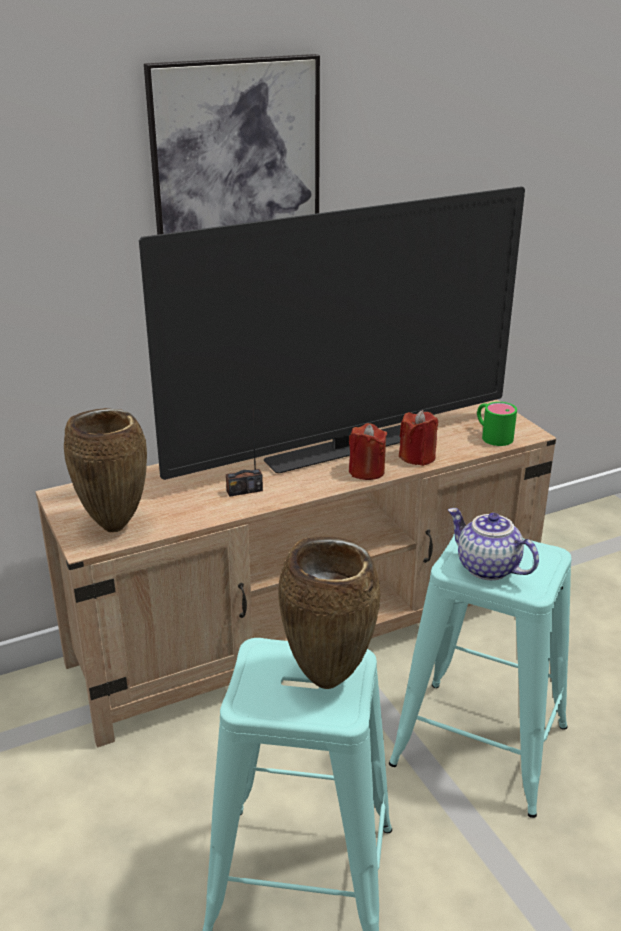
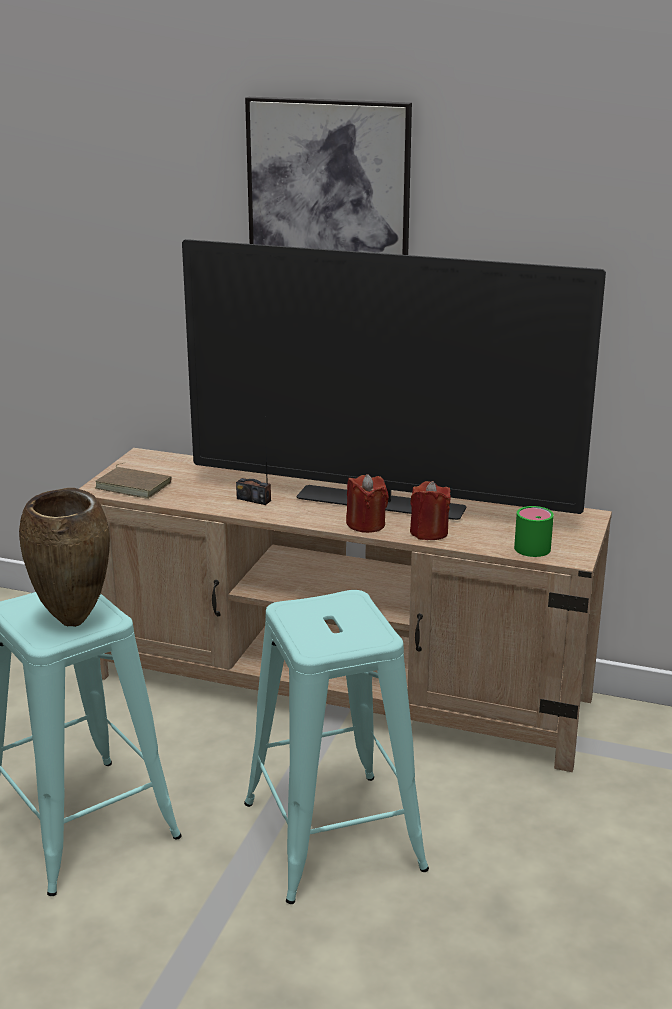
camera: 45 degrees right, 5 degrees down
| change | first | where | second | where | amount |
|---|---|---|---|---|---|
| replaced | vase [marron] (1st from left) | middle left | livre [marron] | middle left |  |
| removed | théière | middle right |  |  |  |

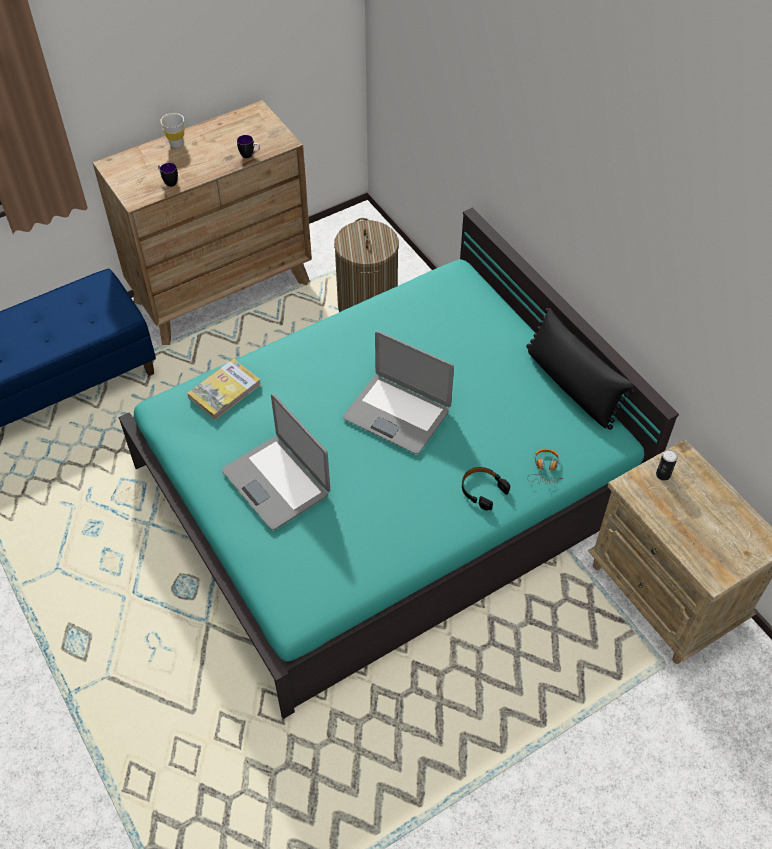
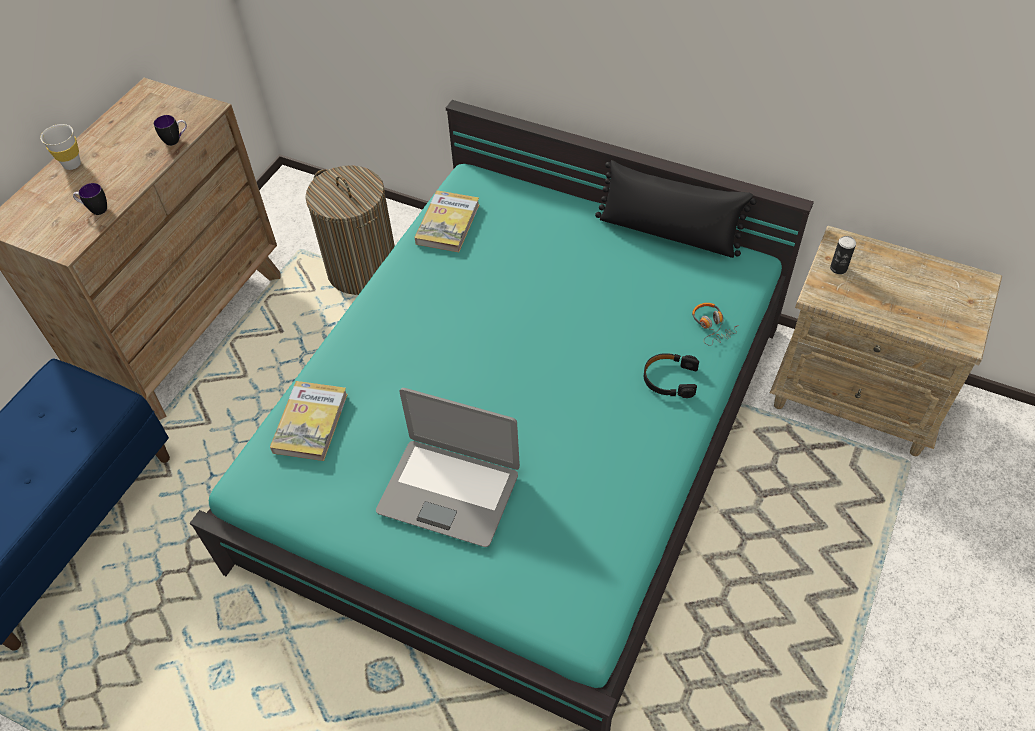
camera: 30 degrees left, 0 degrees up
| change | first | where | second | where | amount |
|---|---|---|---|---|---|
| removed | ordinateur portable (2nd from left) | centre |  |  |  |
| added |  |  | livre (2nd from left) | top centre |  |

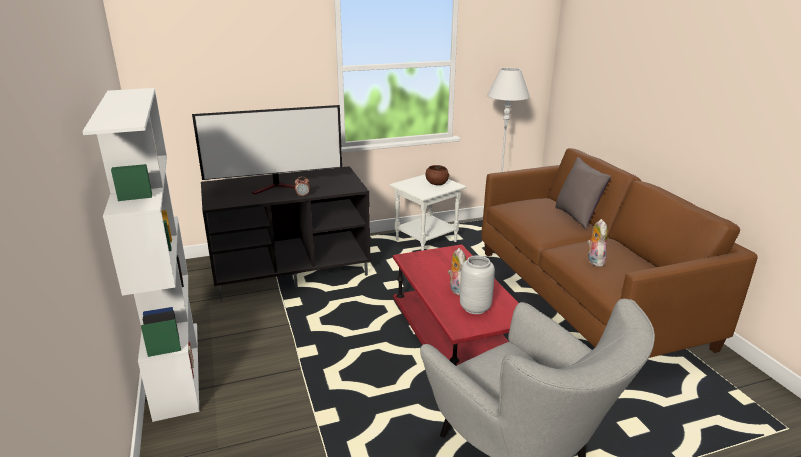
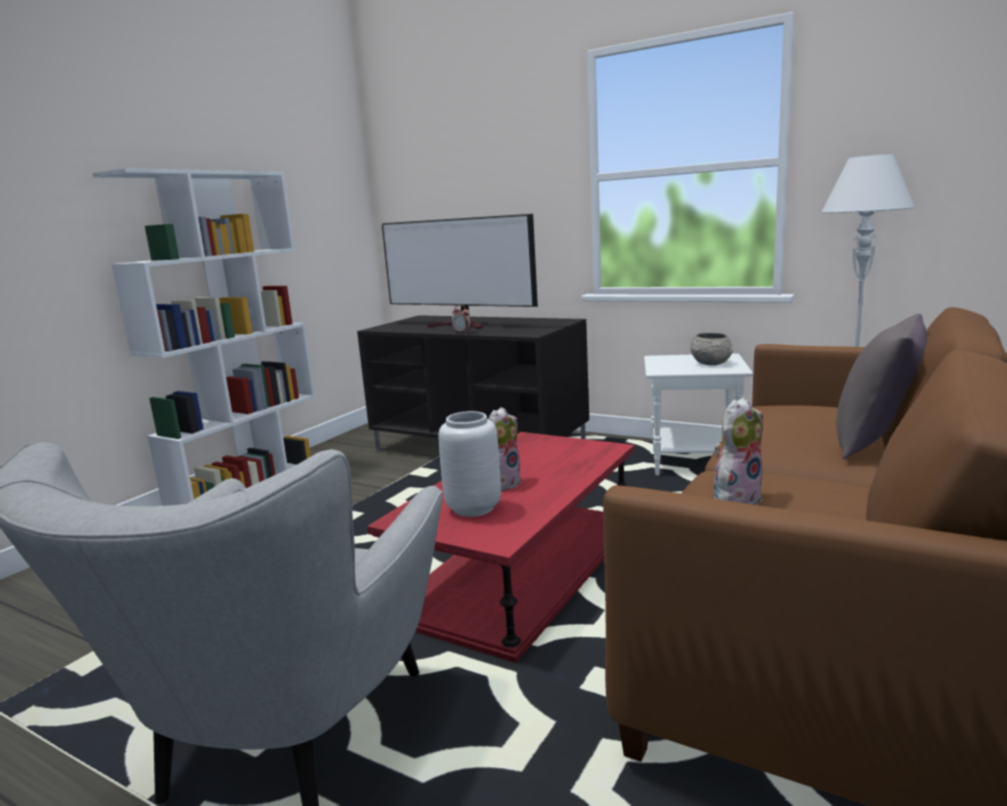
camera: 50 degrees right, 10 degrees down
| change | first | where | second | where | amount |
|---|---|---|---|---|---|
| recoloured | bol [marron] | centre | bol [gris] | middle right |  |

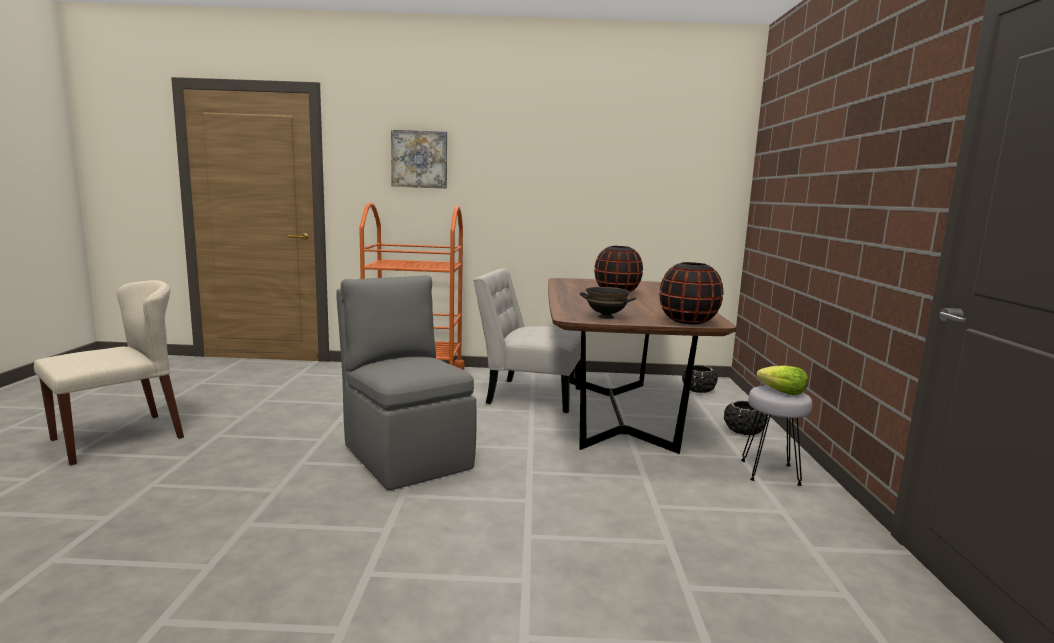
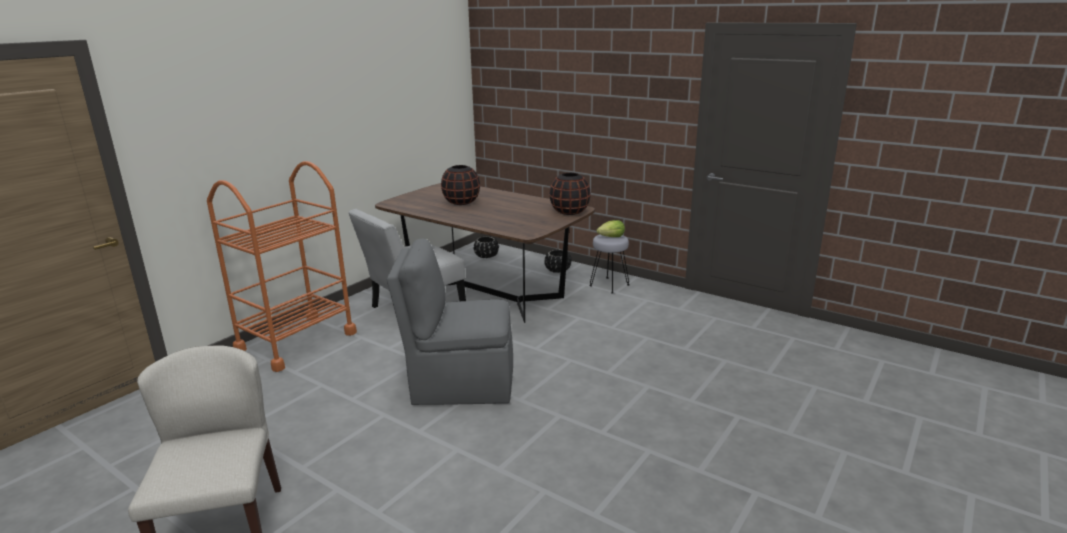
camera: 55 degrees left, 10 degrees up
| change | first | where | second | where | amount |
|---|---|---|---|---|---|
| removed | tableau | top centre |  |  |  |
| removed | bol [noir] | centre |  |  |  |

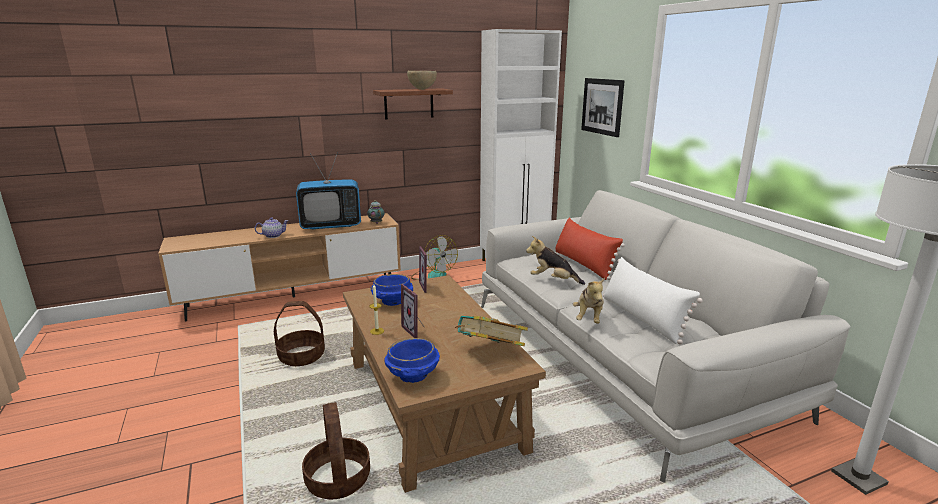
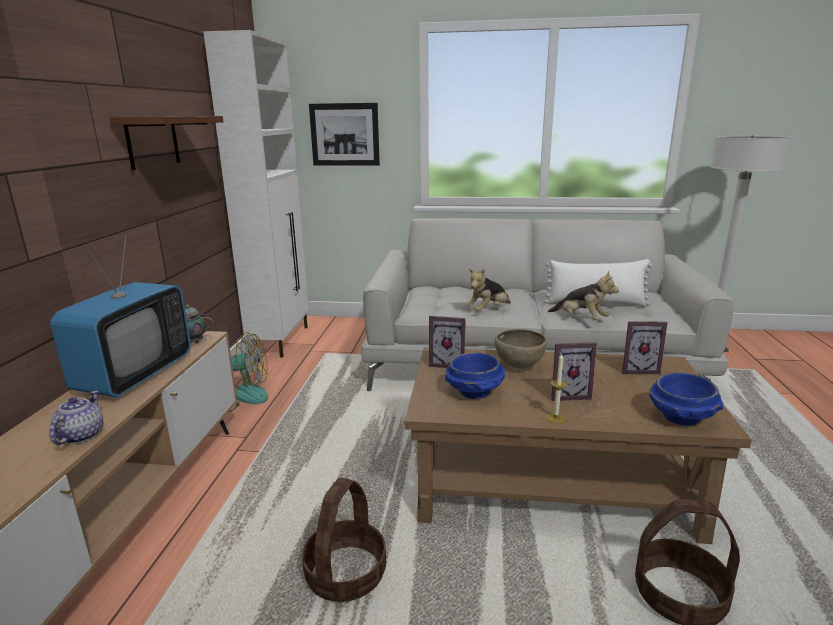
camera: 60 degrees left, 0 degrees up
| change | first | where | second | where | amount |
|---|---|---|---|---|---|
| moved | bol [marron] | top centre |  | centre |  |
| removed | coussin [rouge] | centre |  |  |  |
| replaced | livre | centre | cadre photo (3rd from left) | middle right |  |

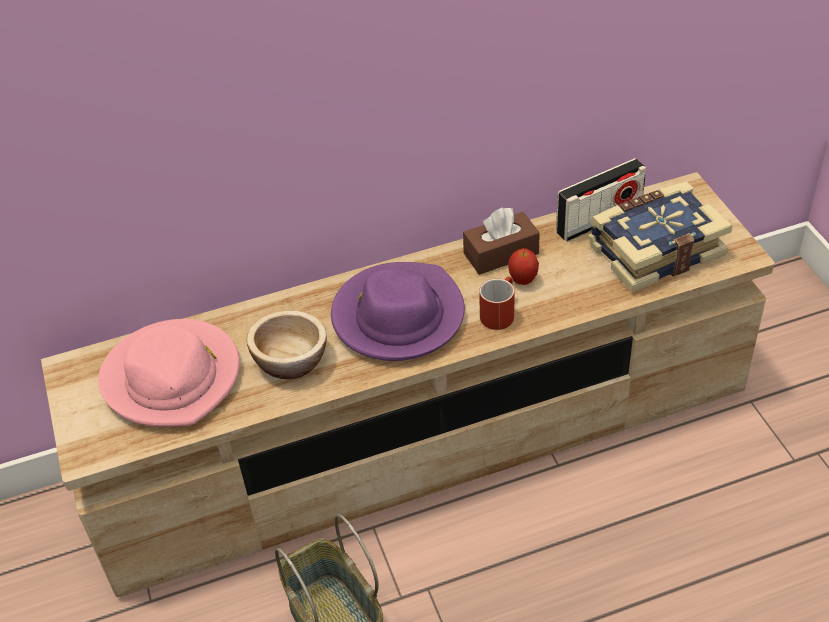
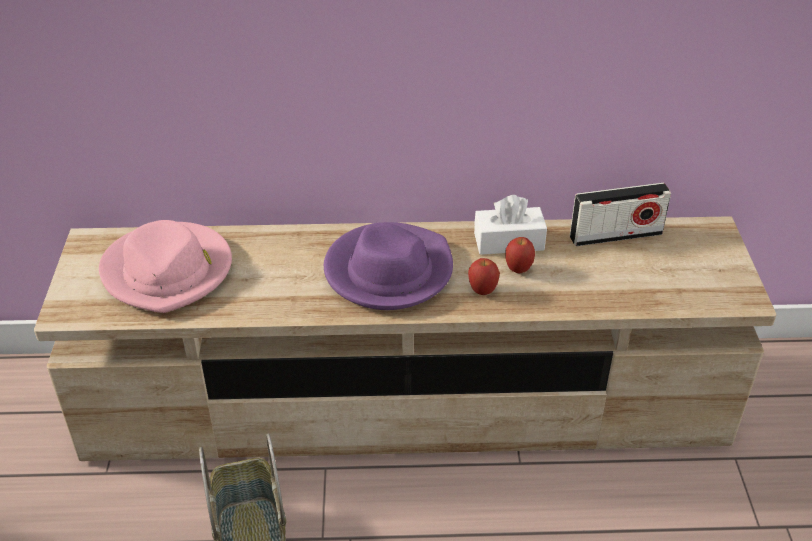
camera: 15 degrees right, 5 degrees down
| change | first | where | second | where | amount |
|---|---|---|---|---|---|
| removed | livre | middle right |  |  |  |
| recoloured | boîte à mouchoirs [marron] | centre | boîte à mouchoirs [blanc] | centre |  |
| replaced | mug [rouge] | centre | pomme (1st from left) | centre |  |
| removed | bol | centre |  |  |  |

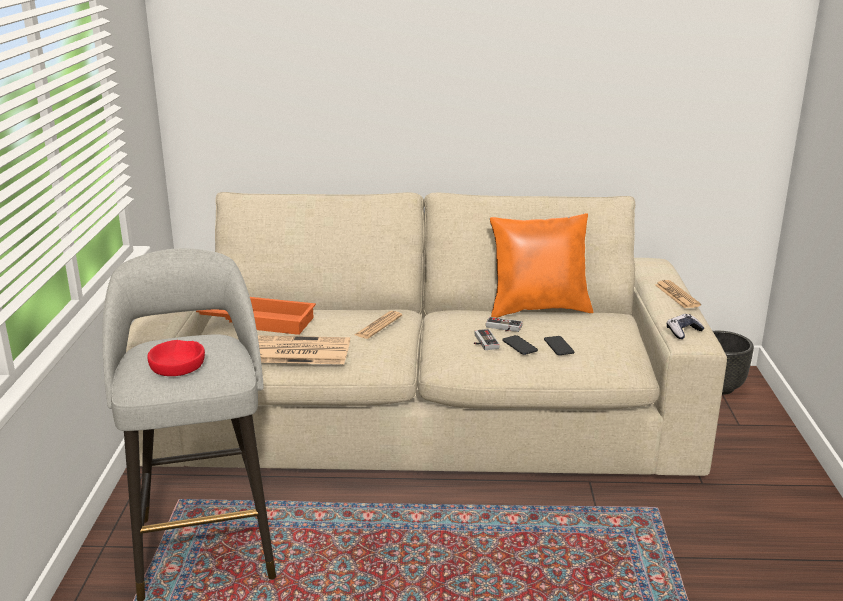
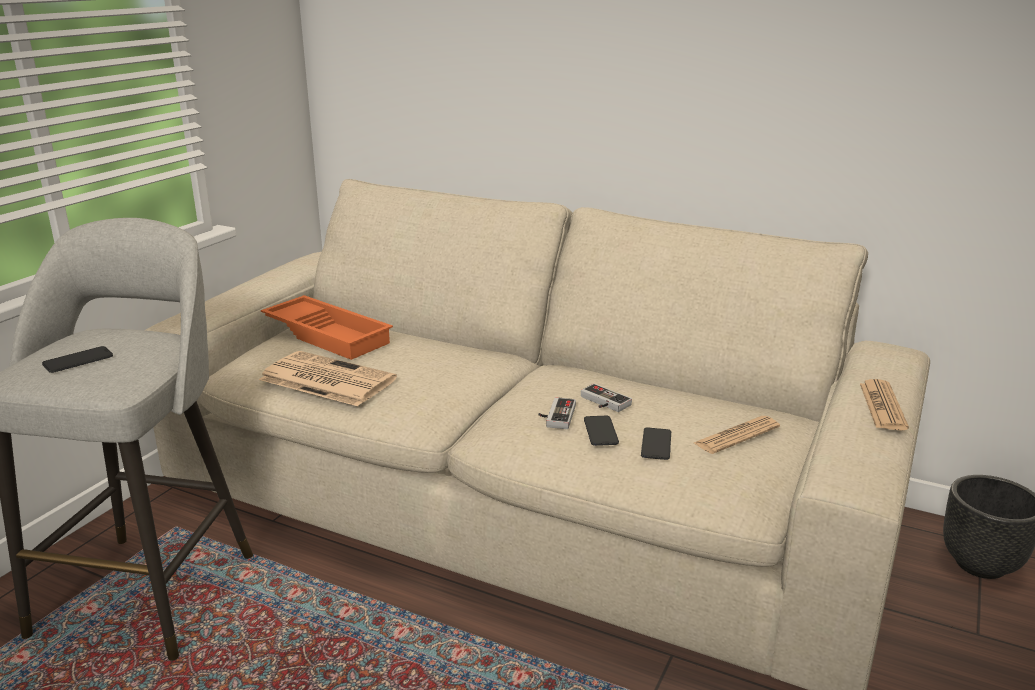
camera: 25 degrees right, 0 degrees up
| change | first | where | second | where | amount |
|---|---|---|---|---|---|
| removed | coussin [orange] | centre |  |  |  |
| moved | journal (2nd from left) | centre |  | middle right |  |
| removed | manette (3rd from left) | middle right |  |  |  |
| replaced | bol [rouge] | middle left | téléphone (1st from left) | middle left |  |

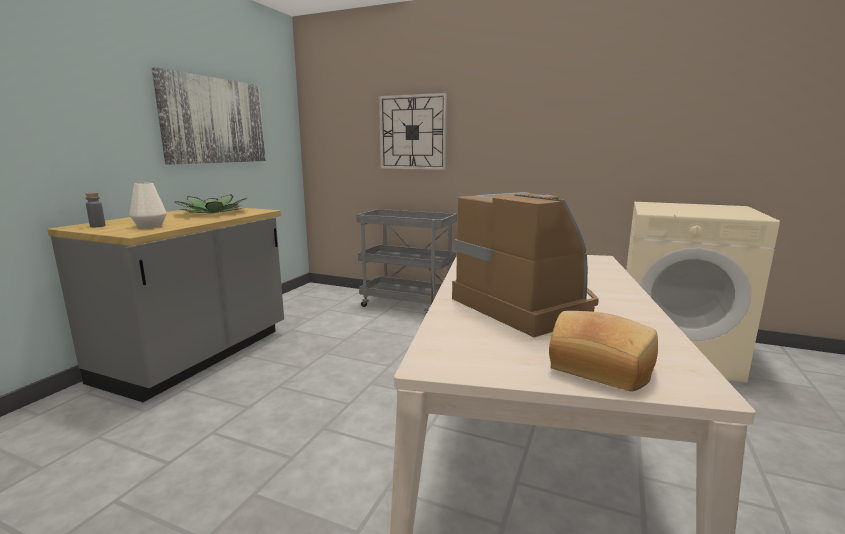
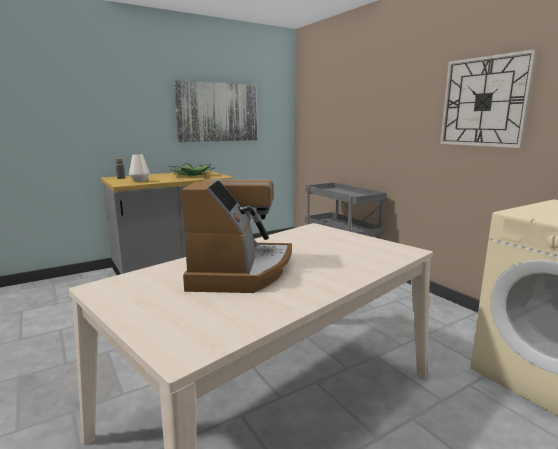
camera: 35 degrees right, 0 degrees up
| change | first | where | second | where | amount |
|---|---|---|---|---|---|
| moved | horloge murale | top centre |  | top right |  |
| removed | pain | middle right |  |  |  |

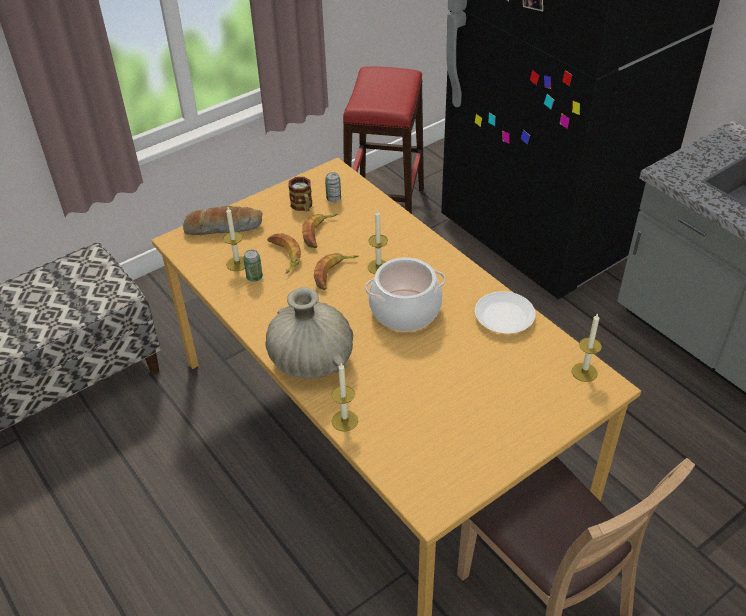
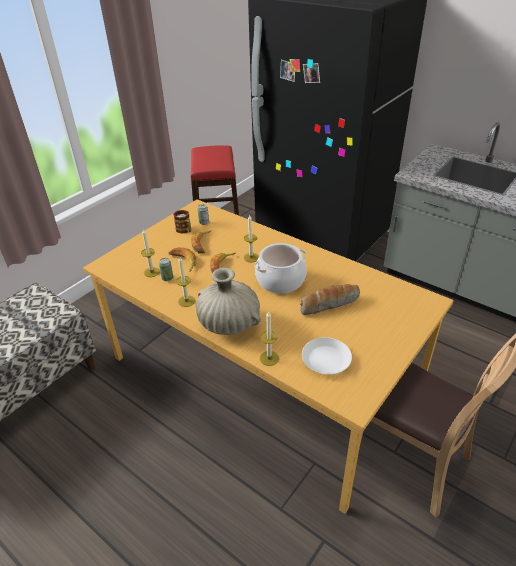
camera: 15 degrees left, 5 degrees down
| change | first | where | second | where | amount |
|---|---|---|---|---|---|
| moved | pain | middle left |  | centre |  |
| moved | assiette [blanc] | middle right |  | centre |  |
| moved | bougie (4th from left in the first image) | middle right | bougie (2nd from left) | centre |  |

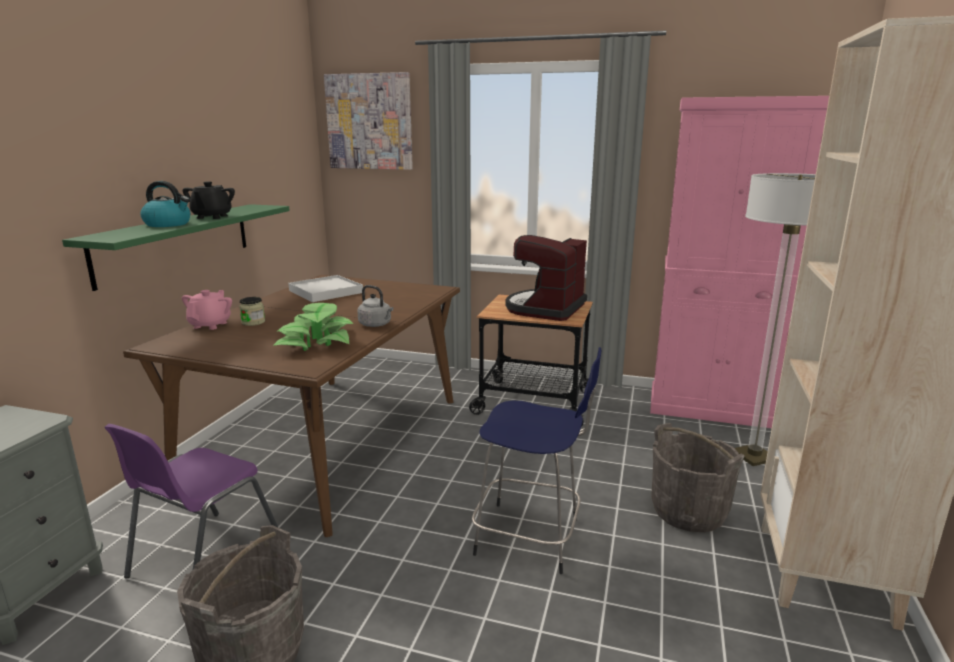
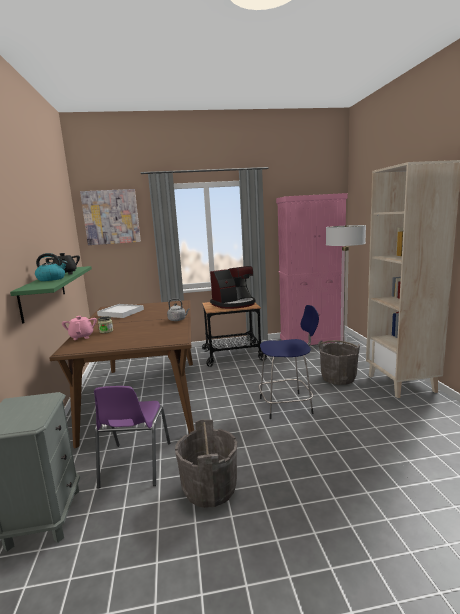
camera: 25 degrees left, 5 degrees down
| change | first | where | second | where | amount |
|---|---|---|---|---|---|
| turned | machine à café | centre |  | centre | 120 degrees counterclockwise |
| removed | plante en pot | middle left |  |  |  |

